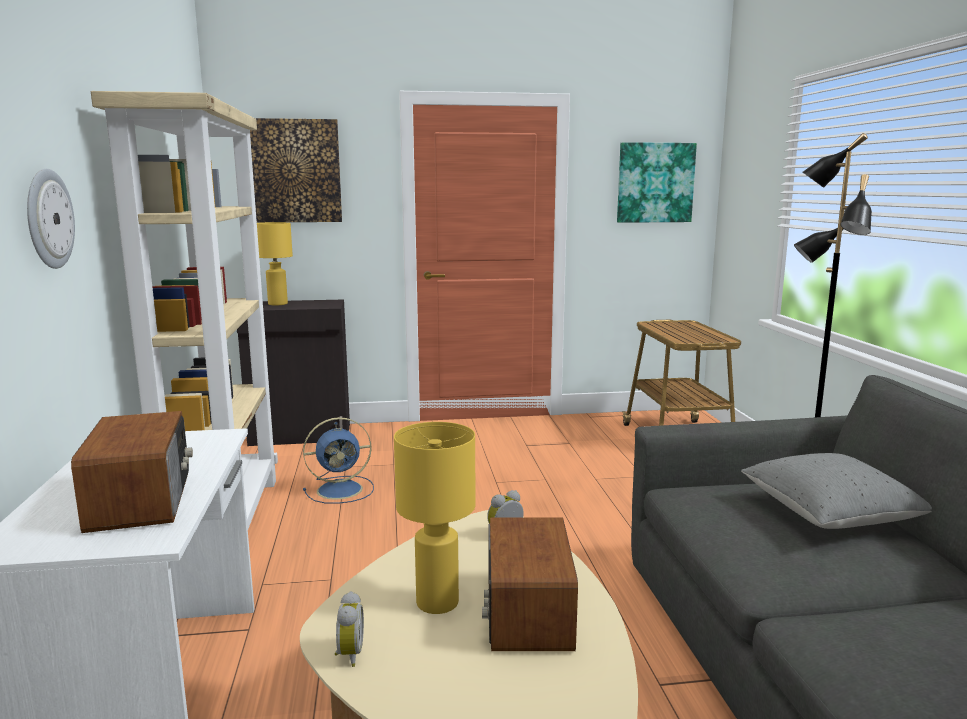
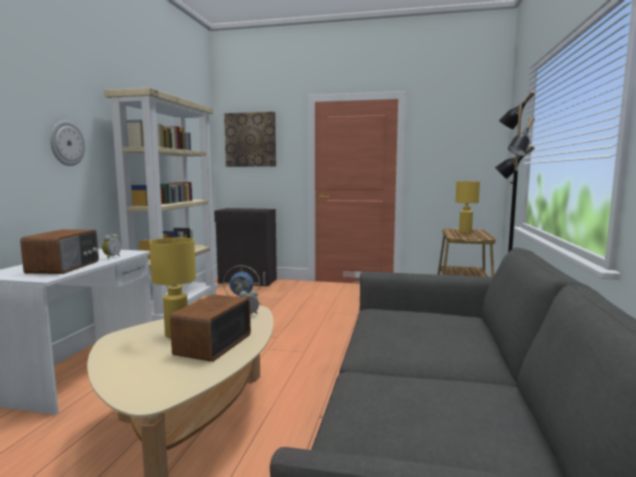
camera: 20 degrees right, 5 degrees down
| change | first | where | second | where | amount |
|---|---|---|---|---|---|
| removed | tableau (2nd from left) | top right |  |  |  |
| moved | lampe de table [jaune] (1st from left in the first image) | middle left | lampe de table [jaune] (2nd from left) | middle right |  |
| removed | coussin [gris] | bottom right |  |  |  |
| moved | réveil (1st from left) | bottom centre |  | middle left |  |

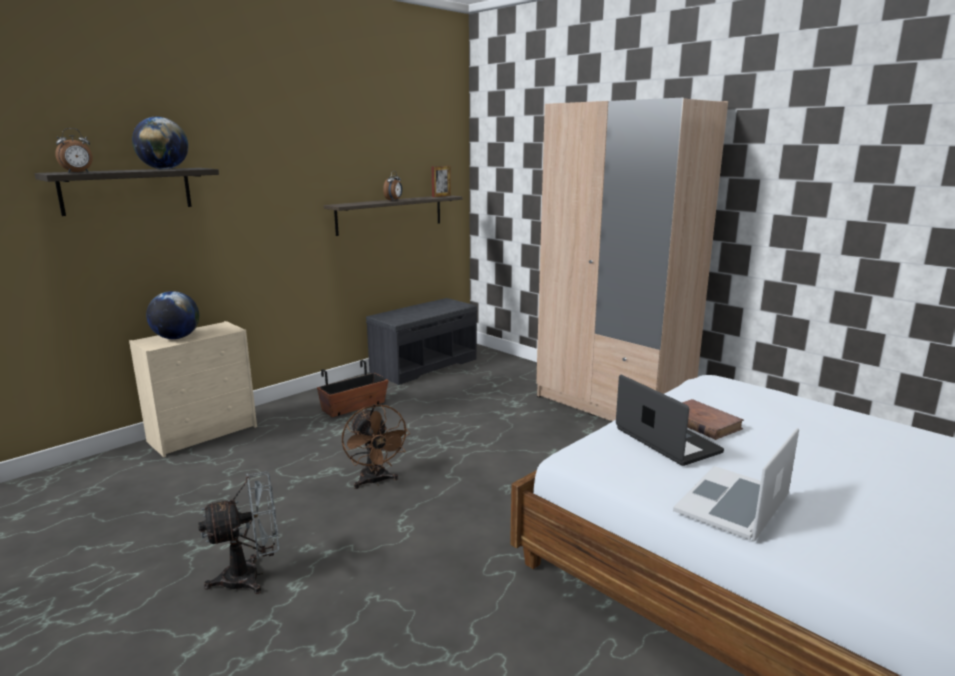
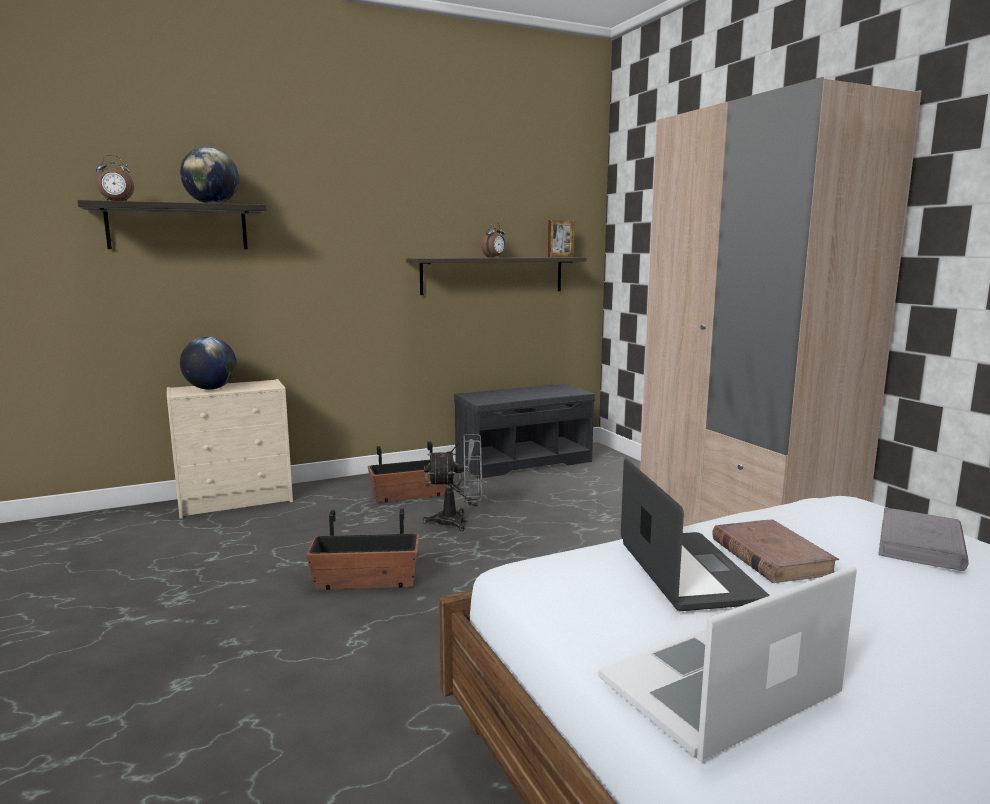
camera: 20 degrees right, 5 degrees down
| change | first | where | second | where | amount |
|---|---|---|---|---|---|
| replaced | ventilateur [marron] | centre | cache-pot (1st from left) | bottom centre |  |
| moved | ventilateur [gris] | bottom left |  | centre |  |
| added |  |  | livre [gris] | bottom right |  |

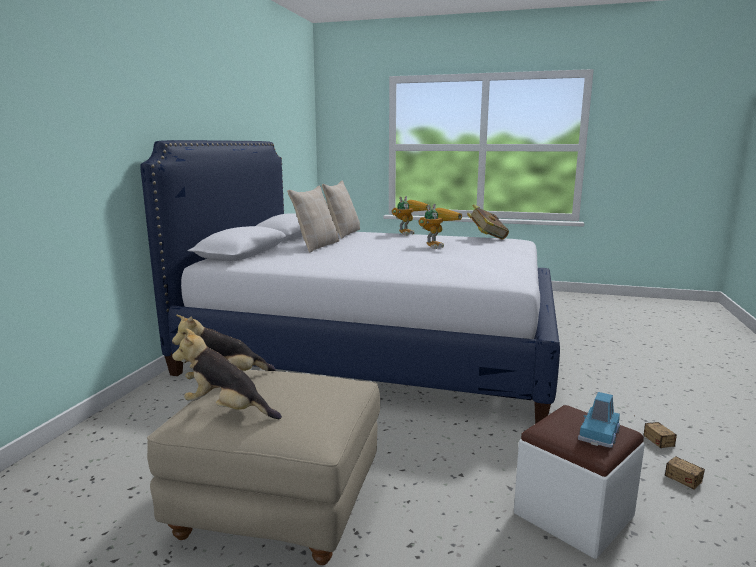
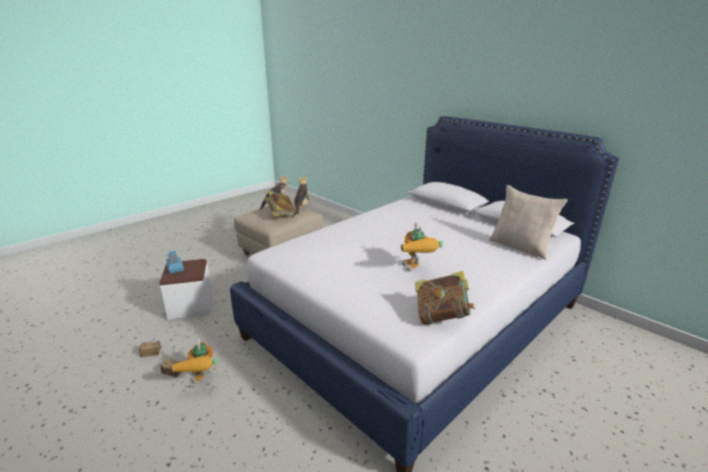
camera: 120 degrees right, 10 degrees up
| change | first | where | second | where | amount |
|---|---|---|---|---|---|
| removed | coussin [beige] (1st from left) | centre |  |  |  |
| moved | robot jouet (1st from left) | centre |  | bottom left |  |
| added |  |  | livre (1st from left) | centre |  |

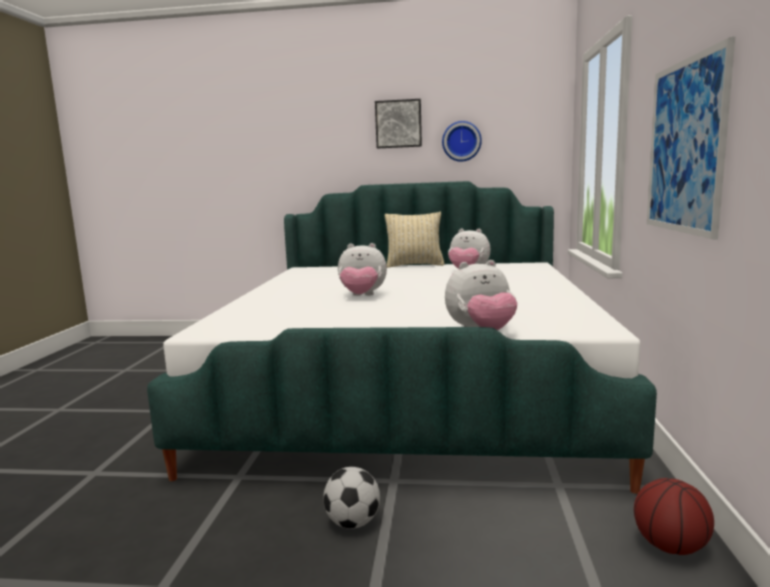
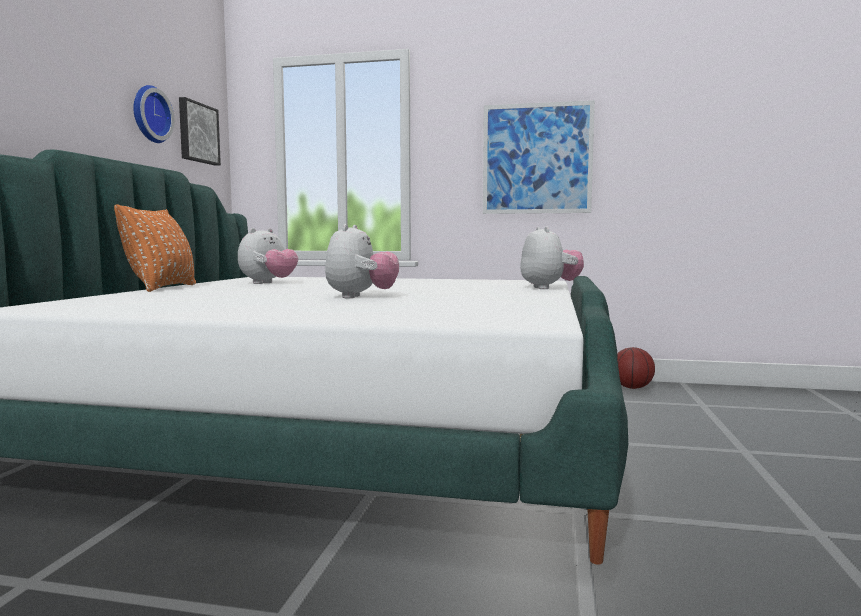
camera: 85 degrees left, 5 degrees down
| change | first | where | second | where | amount |
|---|---|---|---|---|---|
| moved | tableau (1st from left) | top centre |  | top left |  |
| recoloured | coussin [beige] | centre | coussin [orange] | middle left |  |
| removed | ballon de foot | bottom centre |  |  |  |

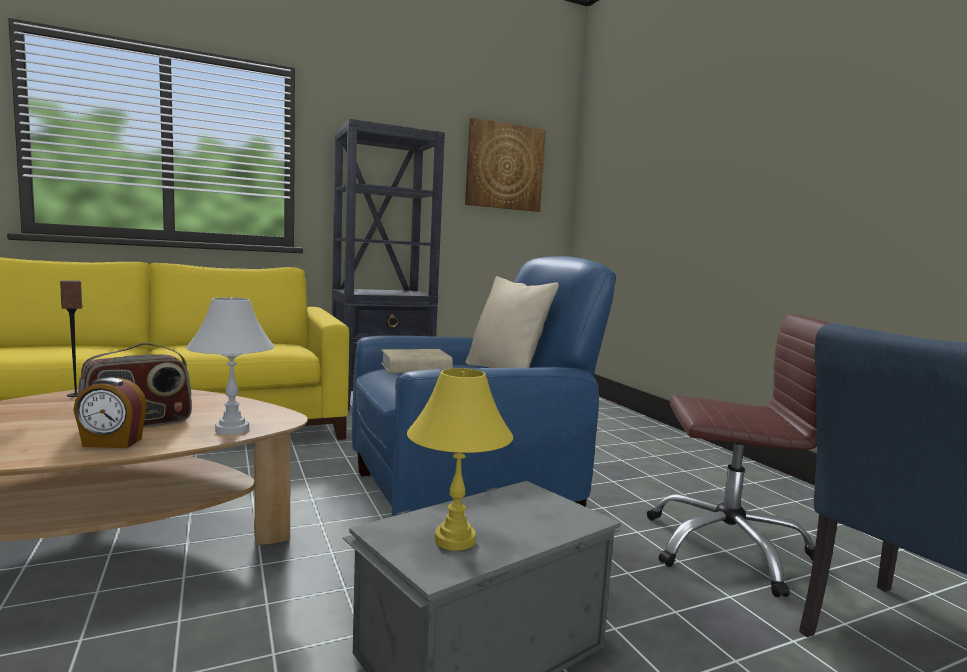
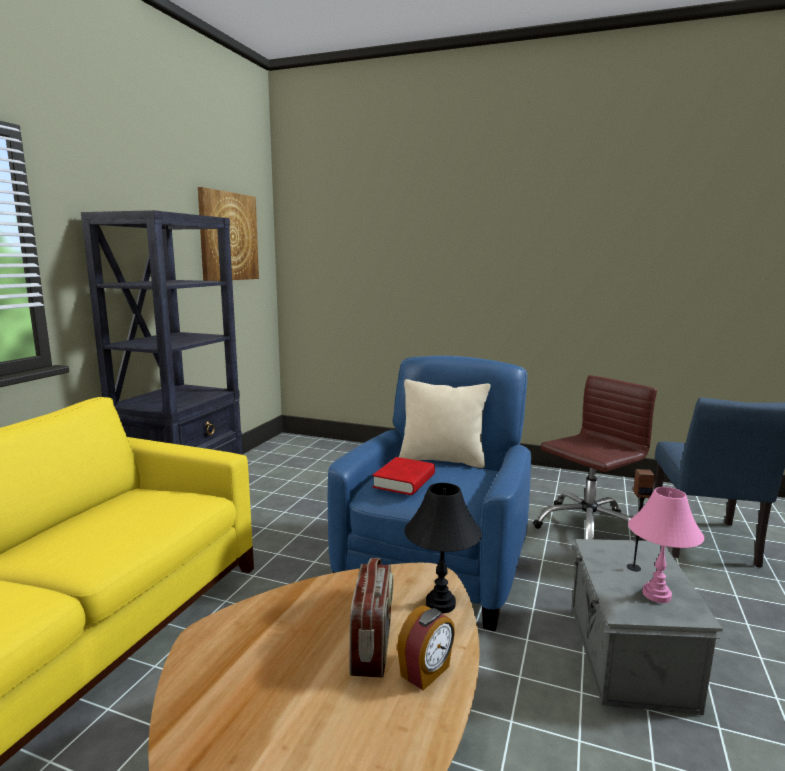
camera: 45 degrees left, 5 degrees up
| change | first | where | second | where | amount |
|---|---|---|---|---|---|
| moved | enceinte | middle left |  | bottom right |  |
| recoloured | lampe de table [blanc] | middle left | lampe de table [noir] | bottom centre |  |
| recoloured | livre [beige] | centre | livre [rouge] | centre |  |
| recoloured | lampe de table [jaune] | bottom centre | lampe de table [rose] | bottom right |  |

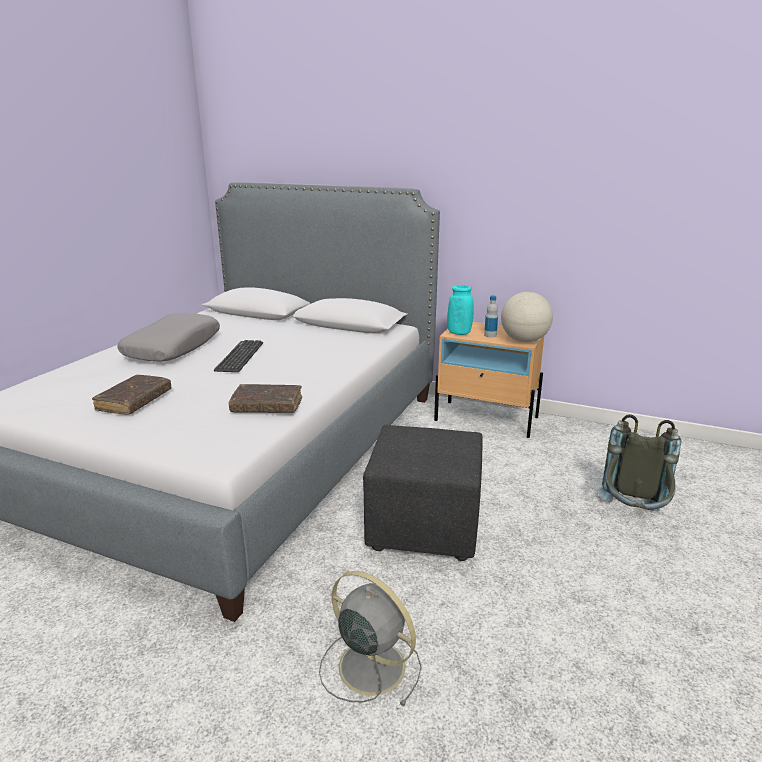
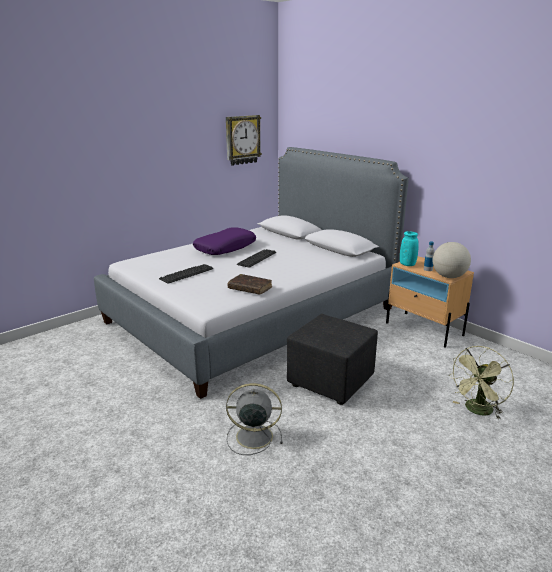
camera: 25 degrees right, 0 degrees up
| change | first | where | second | where | amount |
|---|---|---|---|---|---|
| recoloured | coussin [gris] | middle left | coussin [violet] | centre |  |
| replaced | livre [marron] (1st from left) | middle left | clavier (1st from left) | centre |  |
| replaced | sac à dos [gris] | middle right | ventilateur [vert] | bottom right |  |
| turned | ventilateur [gris] | bottom centre |  | bottom centre | 60 degrees counterclockwise |
| added |  |  | horloge murale | top centre |  |

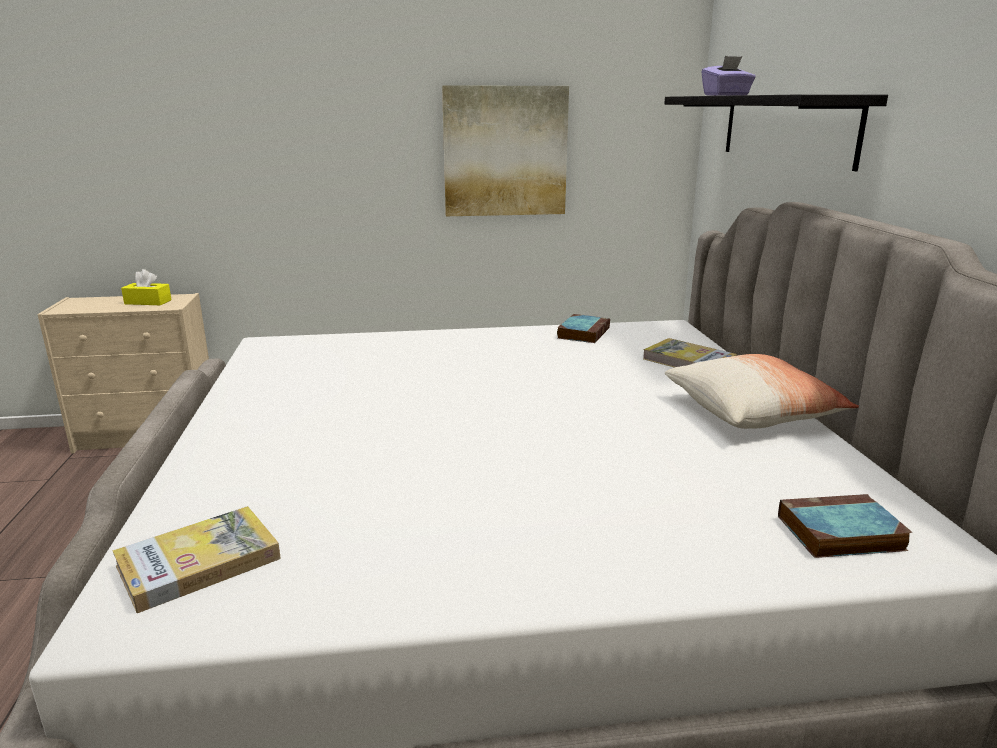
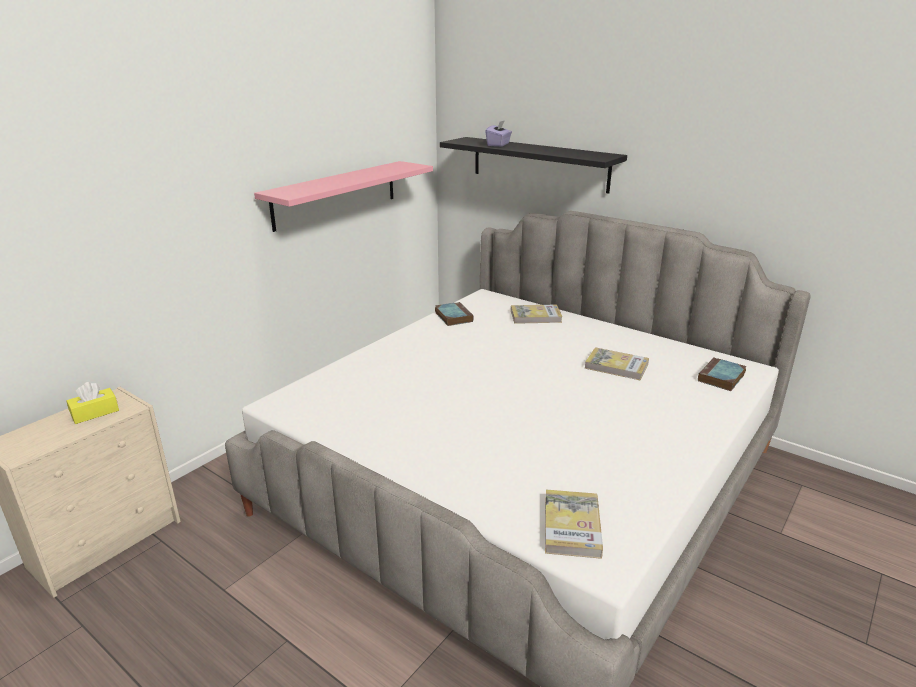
camera: 45 degrees left, 5 degrees up
| change | first | where | second | where | amount |
|---|---|---|---|---|---|
| replaced | tableau | top centre | étagère [rose] | top centre |  |
| removed | coussin | middle right |  |  |  |
| added |  |  | livre (4th from left) | middle right |  |

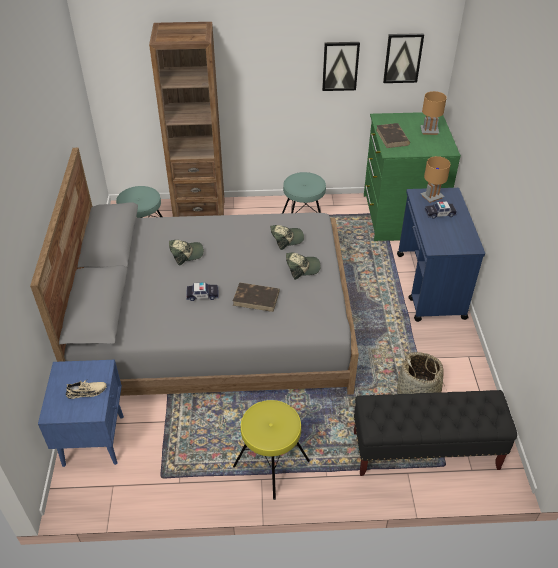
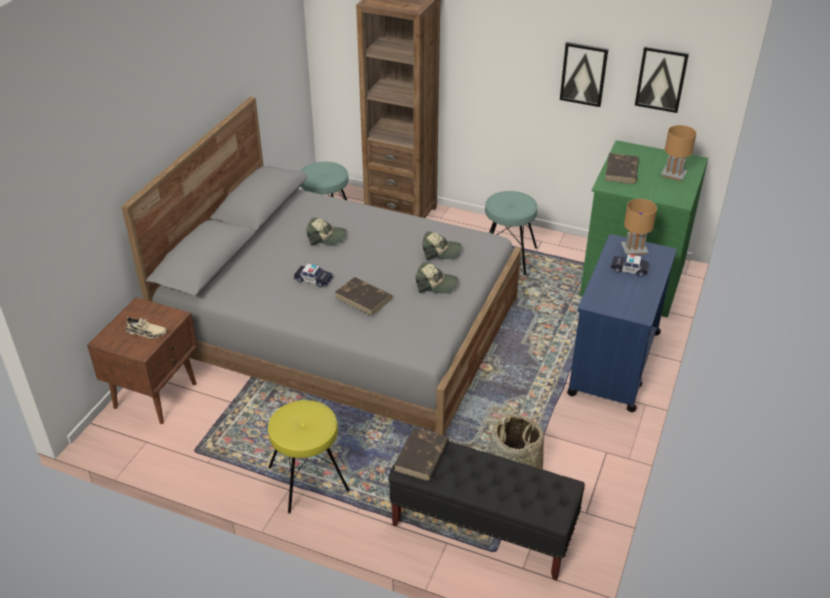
camera: 25 degrees right, 5 degrees down
| change | first | where | second | where | amount |
|---|---|---|---|---|---|
| recoloured | table de chevet [bleu] | bottom left | table de chevet [marron] | middle left |  |
| added |  |  | livre [marron] (2nd from left) | bottom centre |  |

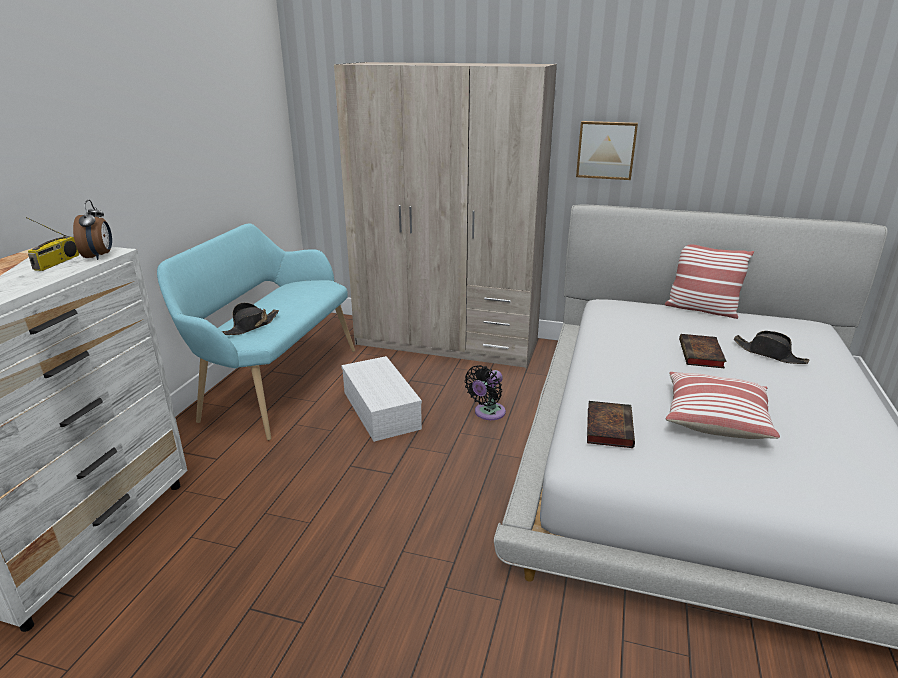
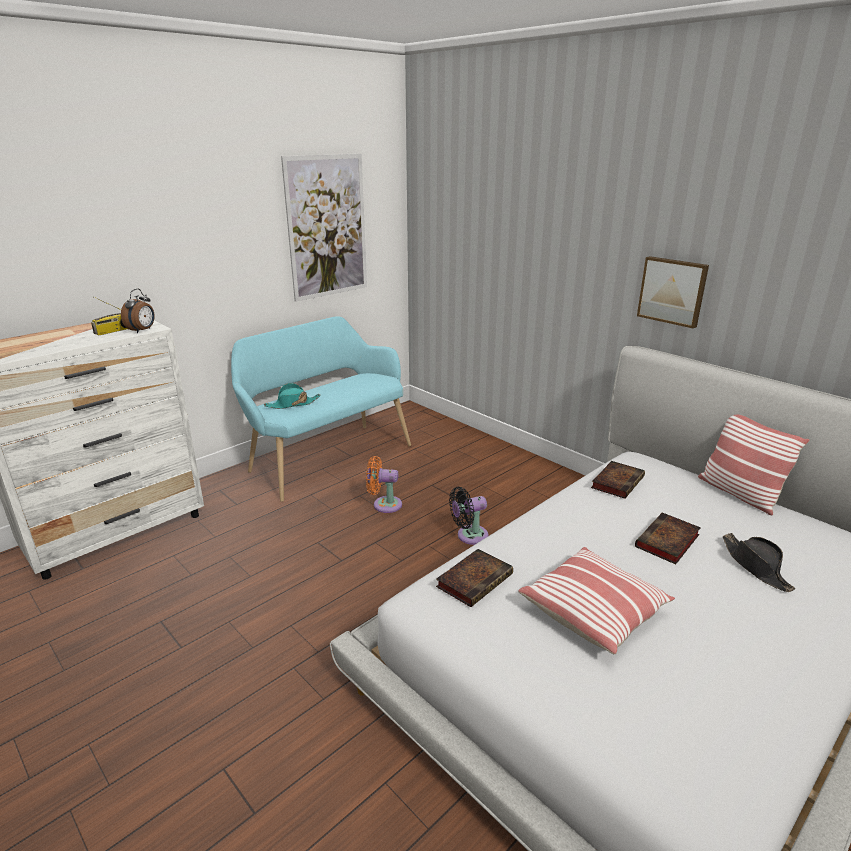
camera: 30 degrees right, 0 degrees up
| change | first | where | second | where | amount |
|---|---|---|---|---|---|
| removed | armoire [beige] | top centre |  |  |  |
| recoloured | chapeau [noir] (1st from left) | middle left | chapeau [turquoise] | centre |  |
| replaced | boîte de rangement [blanc] | centre | ventilateur [orange] | centre |  |
| added |  |  | tableau (1st from left) | top centre |  |
| added |  |  | livre (2nd from left) | middle right |  |

